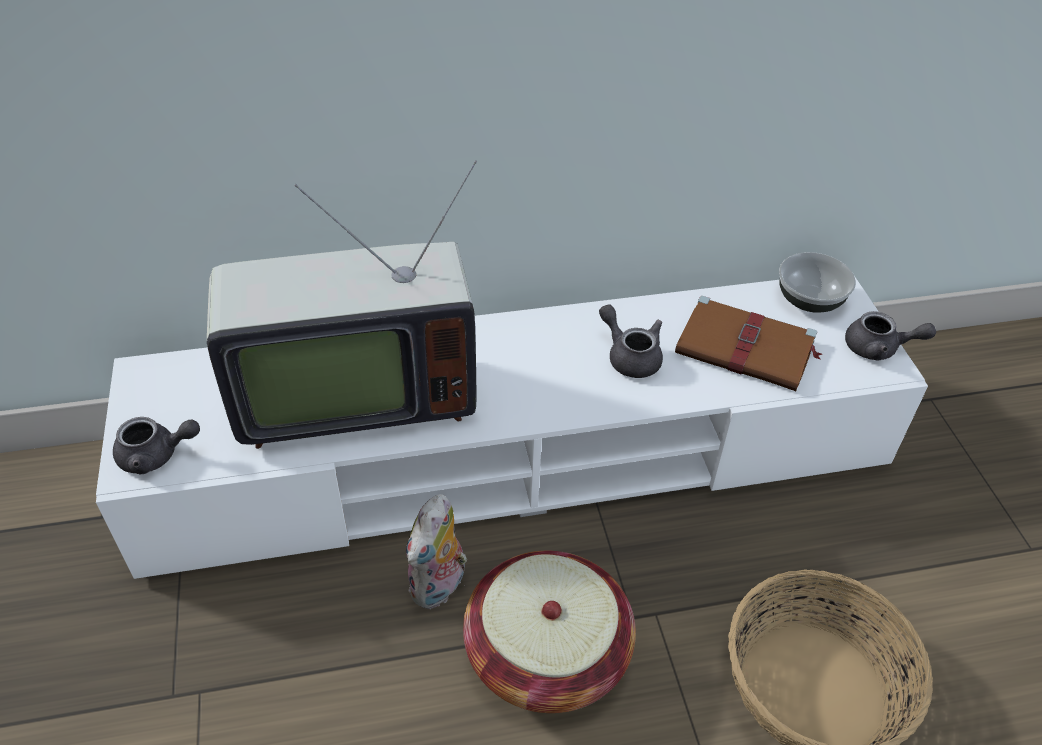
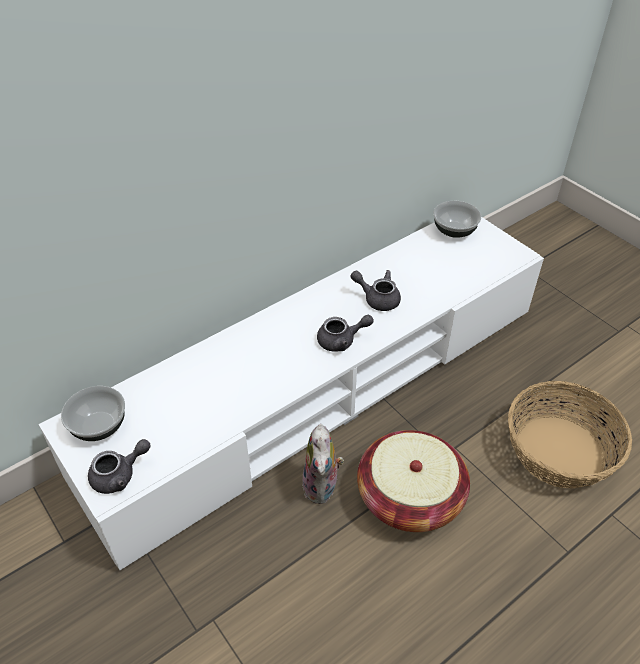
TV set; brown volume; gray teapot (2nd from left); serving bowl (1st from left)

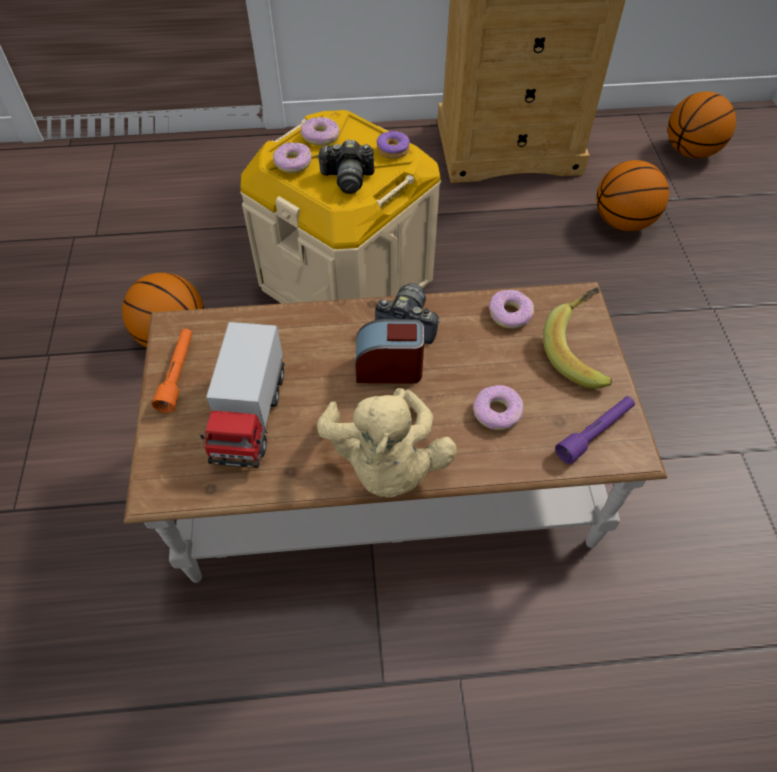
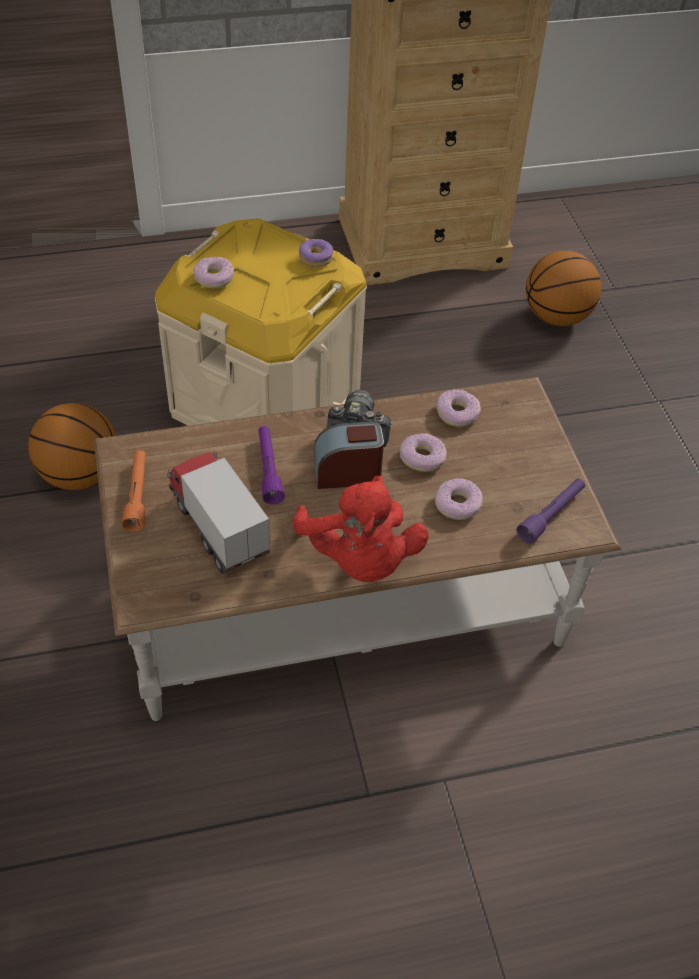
basketball ball (3rd from left in the first image); doughnut (3rd from left); still camera (1st from left in the first image); whole banana; model truck; reddish soft toy; purple-coloured torch (1st from left)

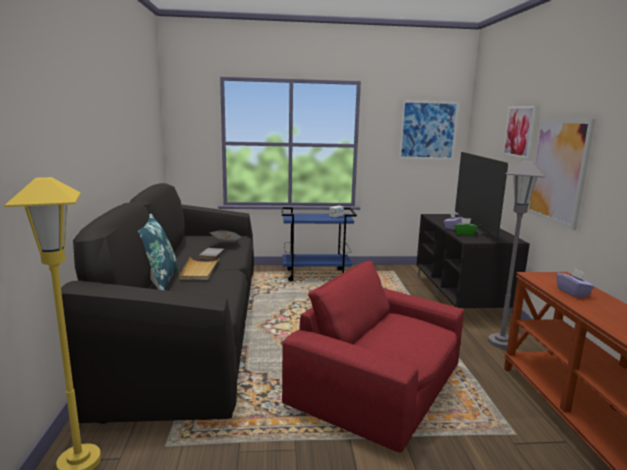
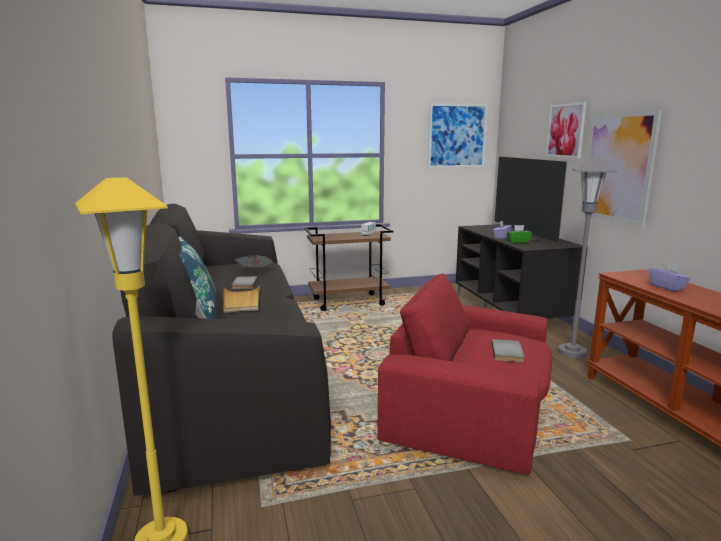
brown cart; gray volume (2nd from left)

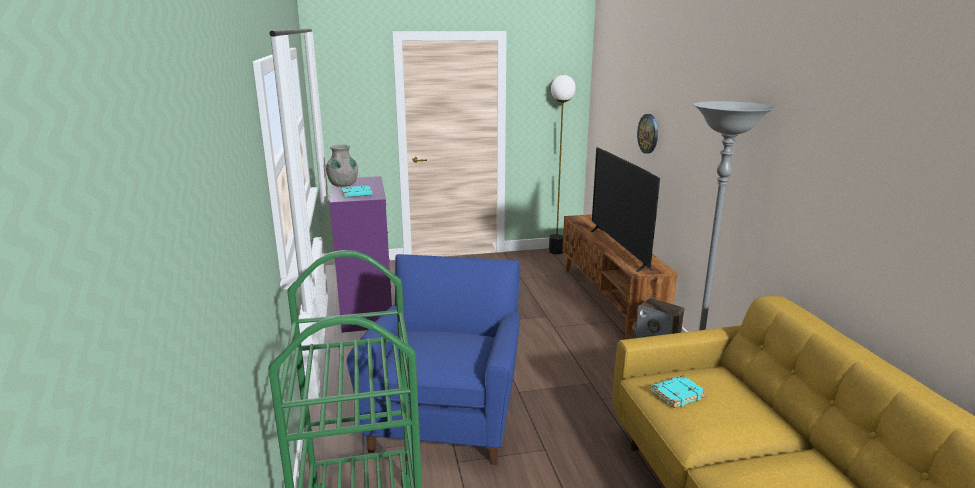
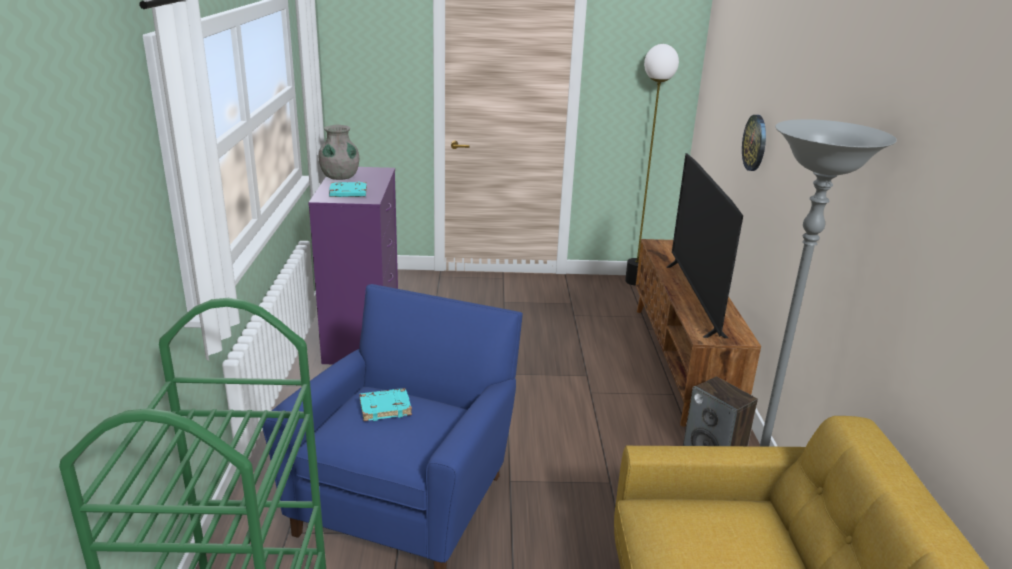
turquoise volume (2nd from left)

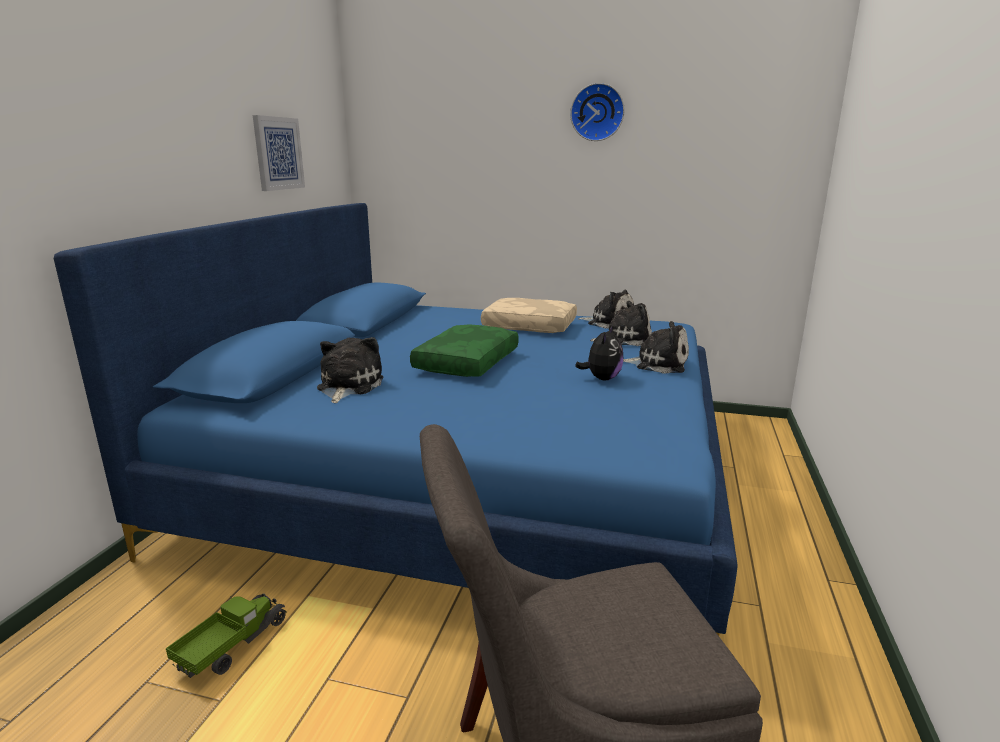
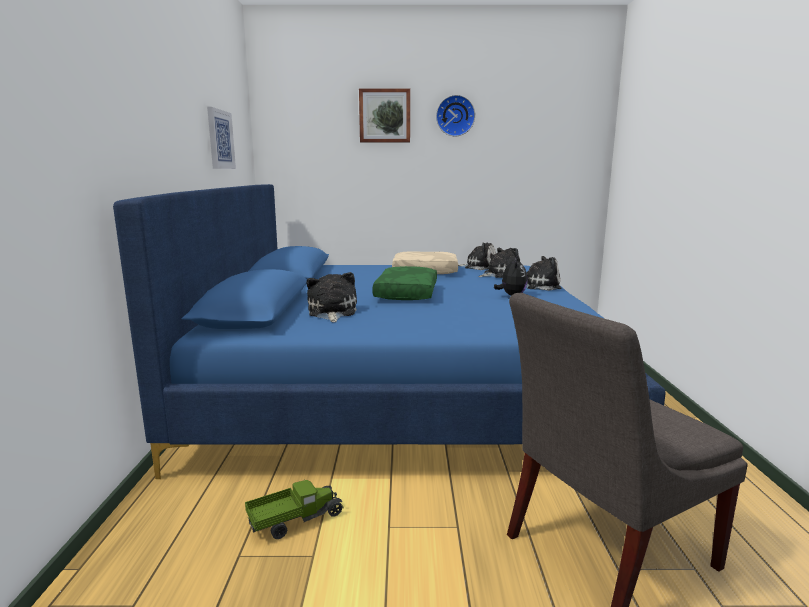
model truck; picture (2nd from left)

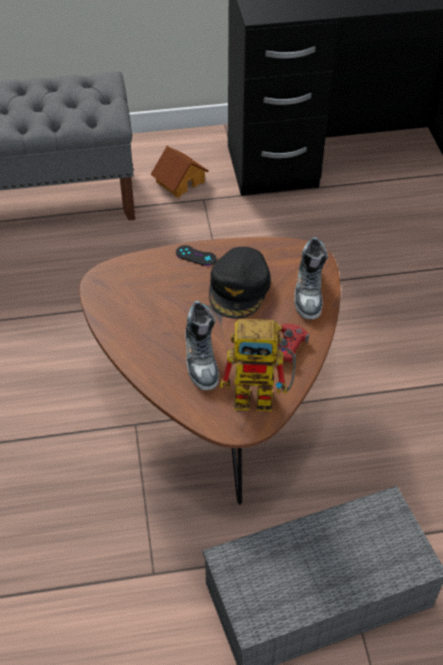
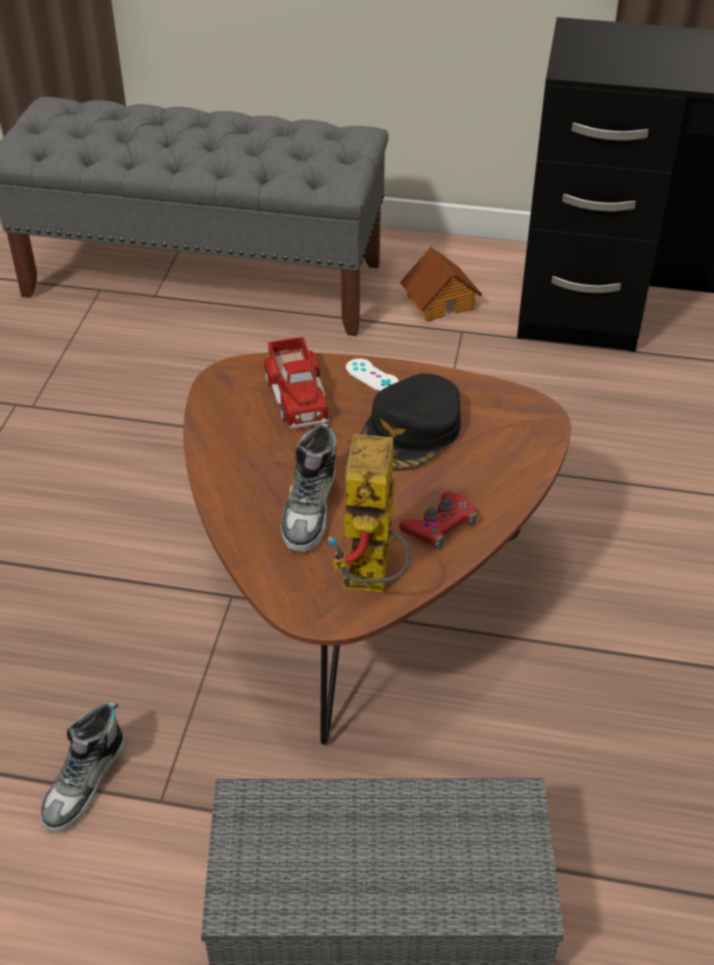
shoe (1st from left); white gamepad; toy robot; model truck

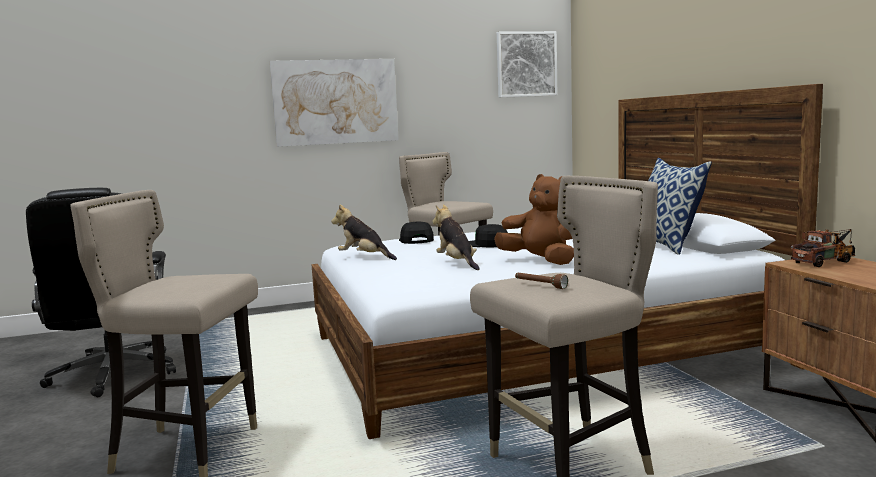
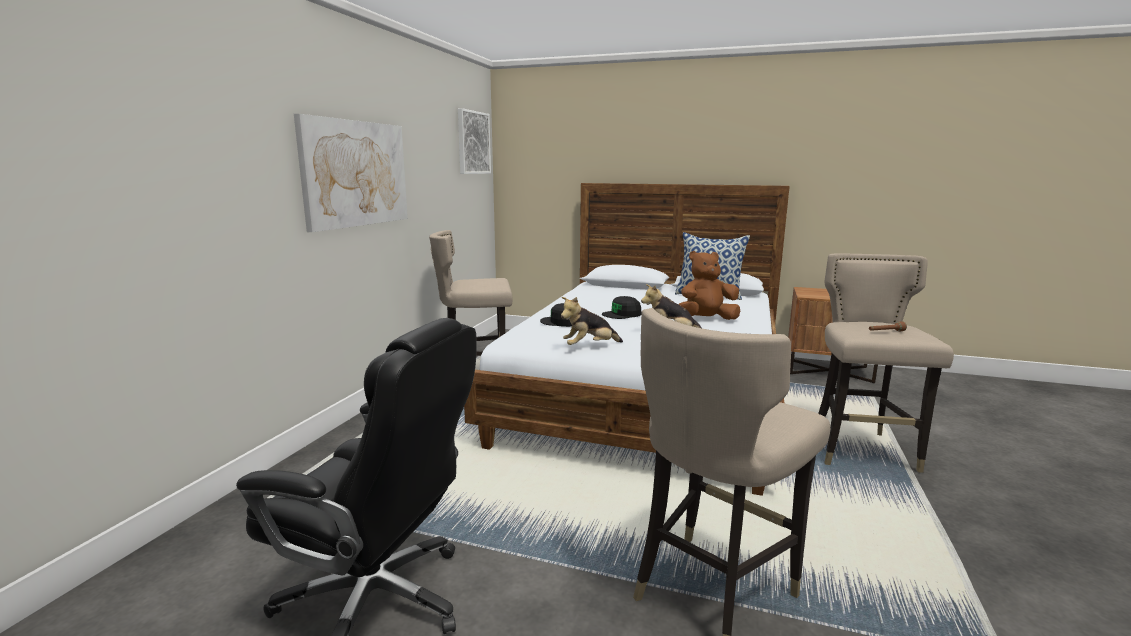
model truck

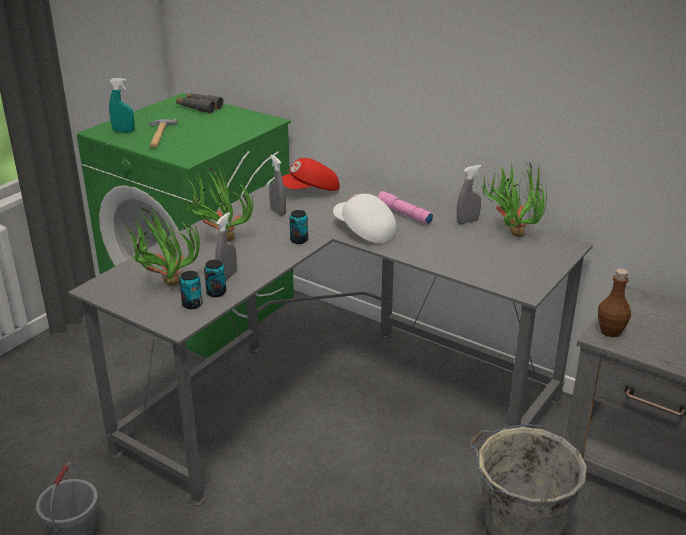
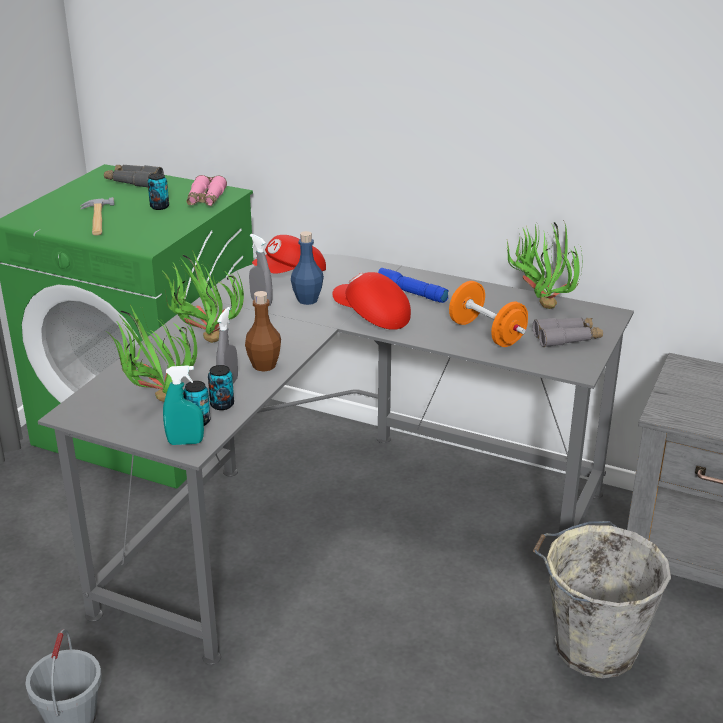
turquoise spray bottle; gray spray bottle (3rd from left in the first image); bluish torch; reddish peaked cap (2nd from left); sealed can (1st from left); brown beverage bottle; pinkish field glasses; bluish beverage bottle; orange free weight; gray field glasses (2nd from left)

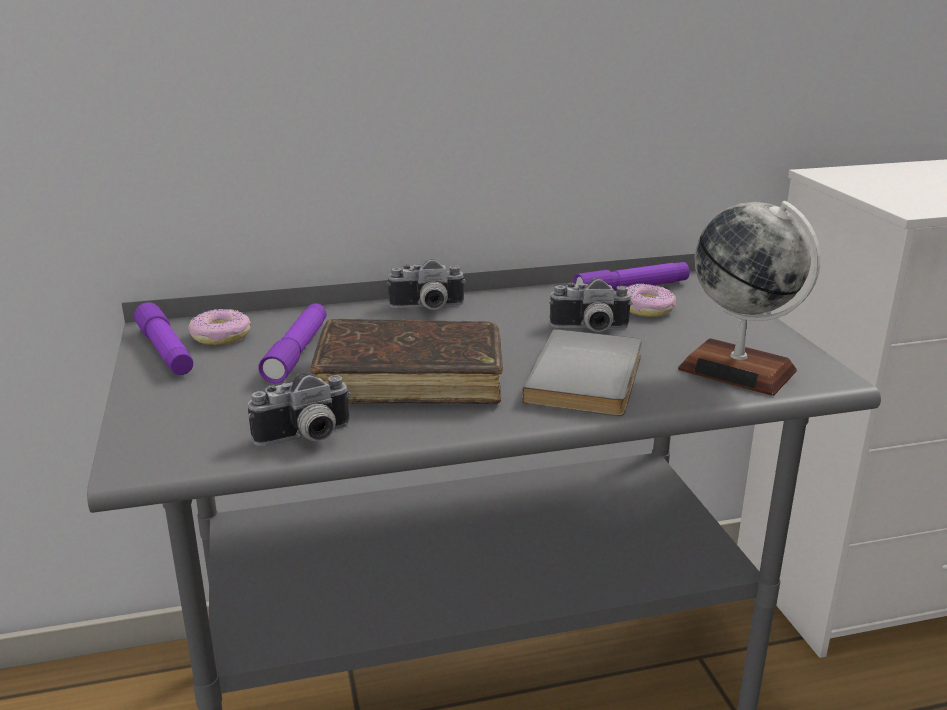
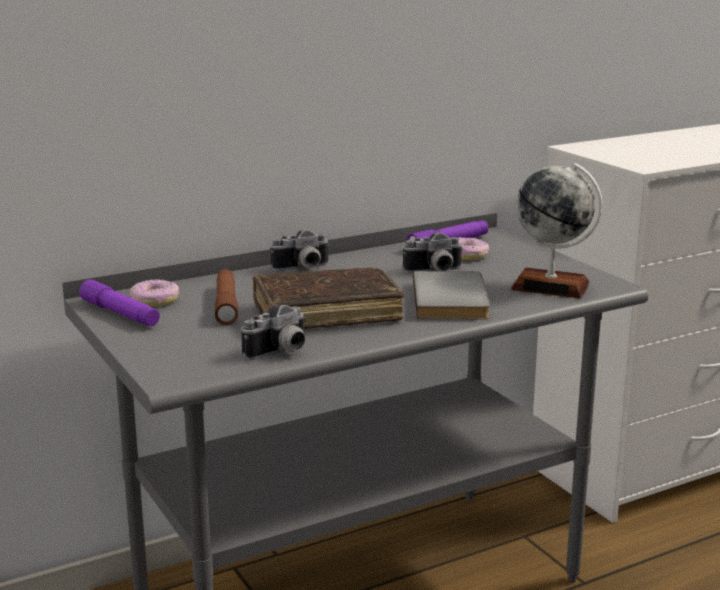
brown torch

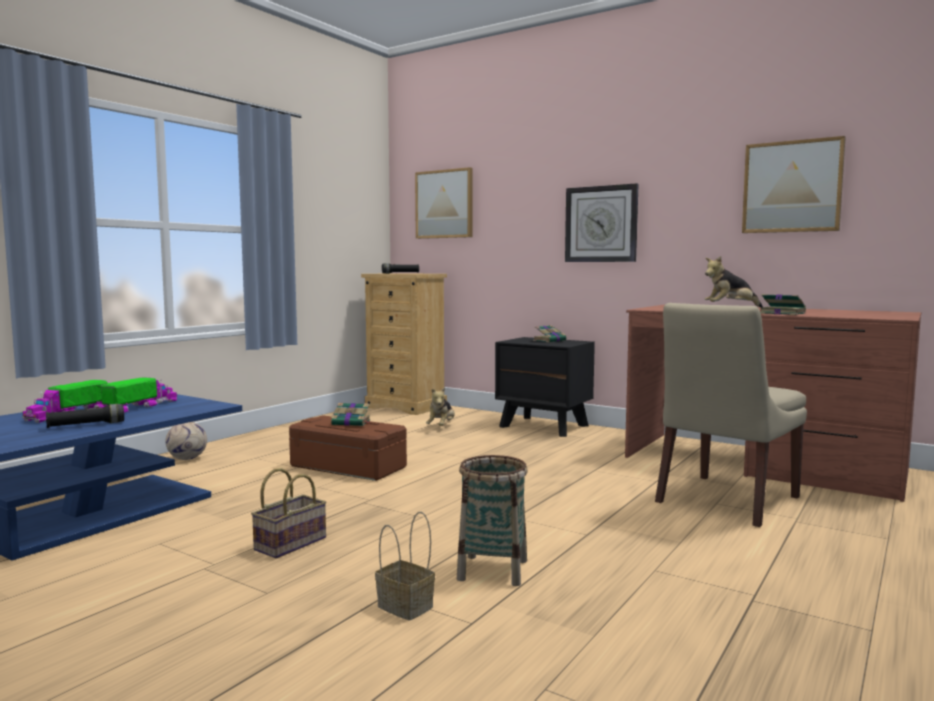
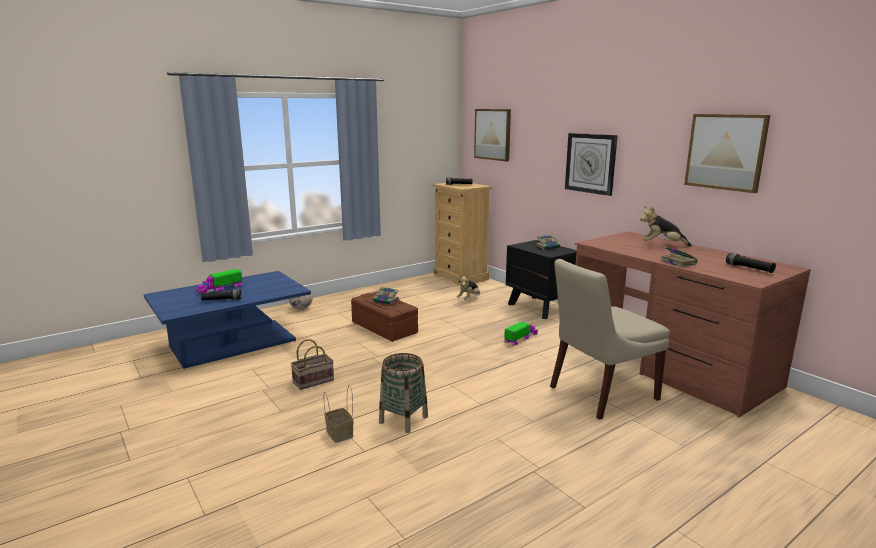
model truck (2nd from left); black torch (3rd from left)

